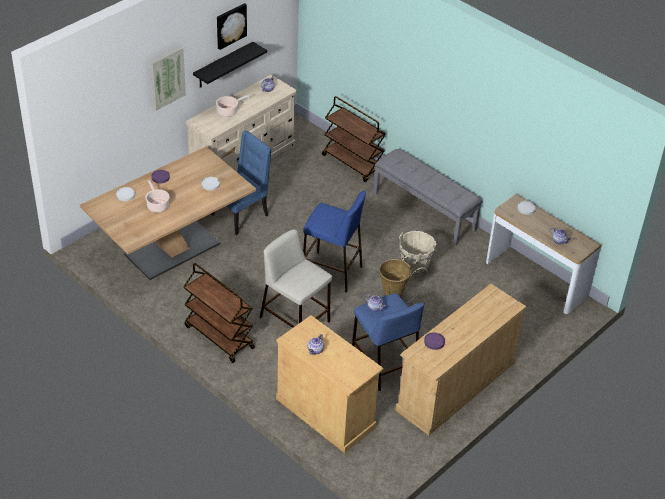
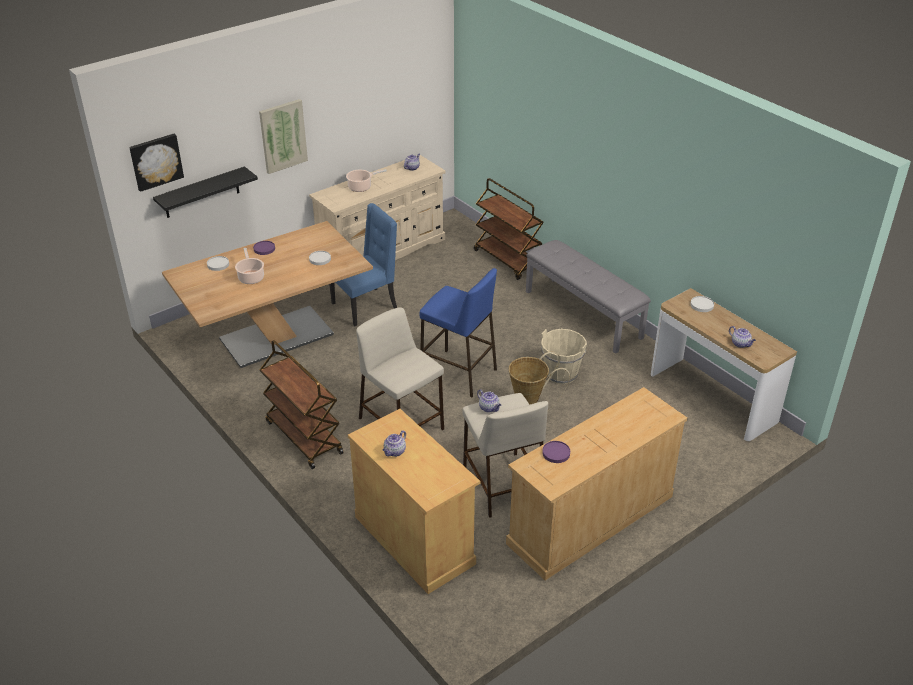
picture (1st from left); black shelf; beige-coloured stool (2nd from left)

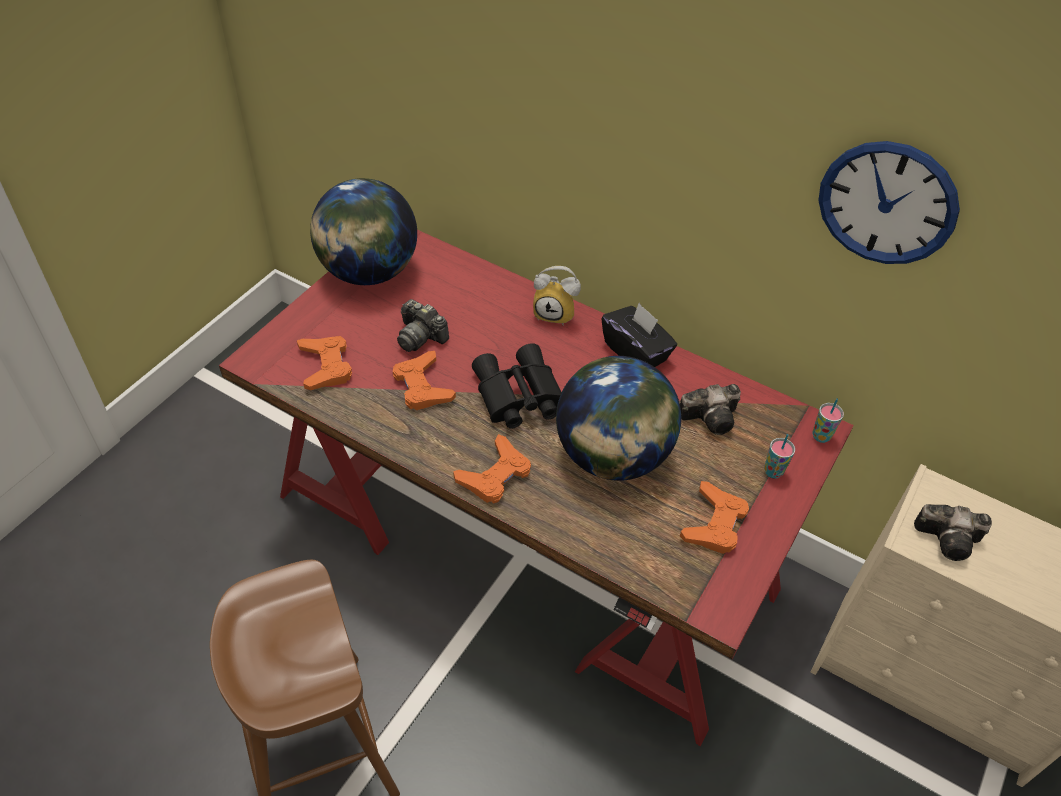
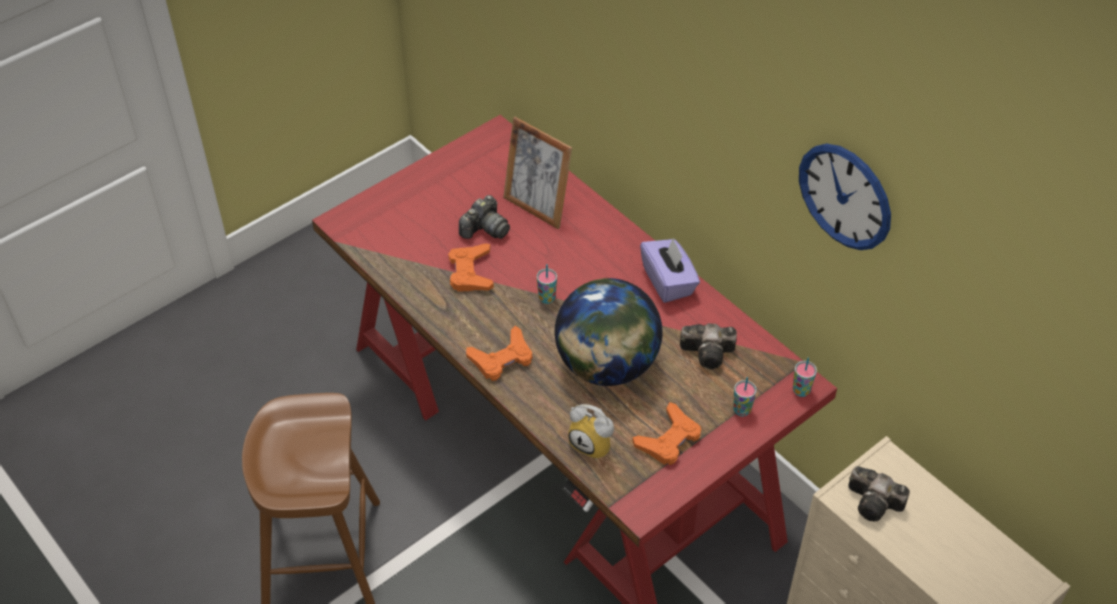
desk globe (1st from left in the first image); table clock; still camera (1st from left); purple-coloured box of tissues; orange gamepad (1st from left in the first image); cup (1st from left); standing frame

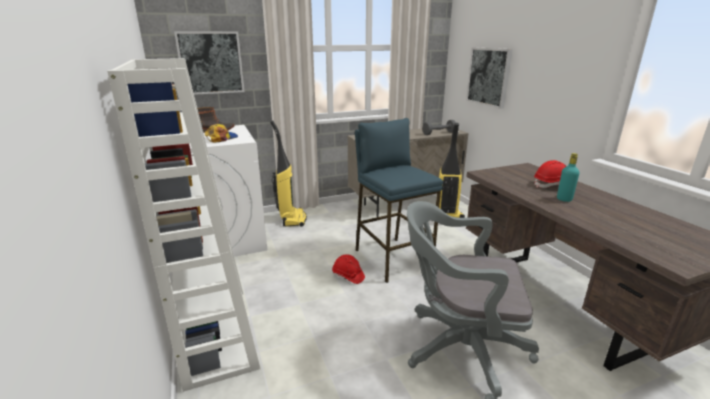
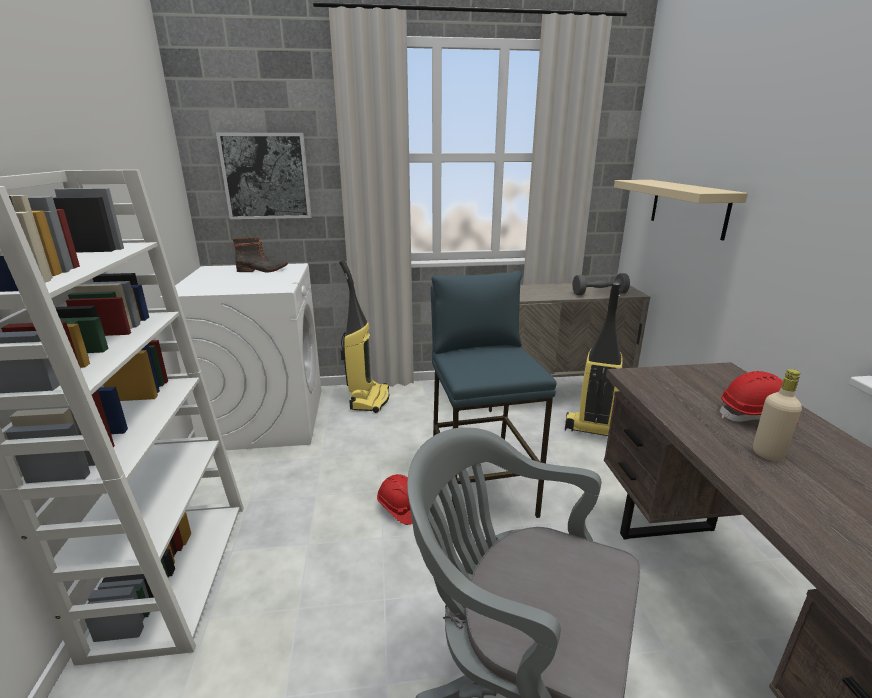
beige-coloured shelf; peaked cap; beige-coloured beverage bottle

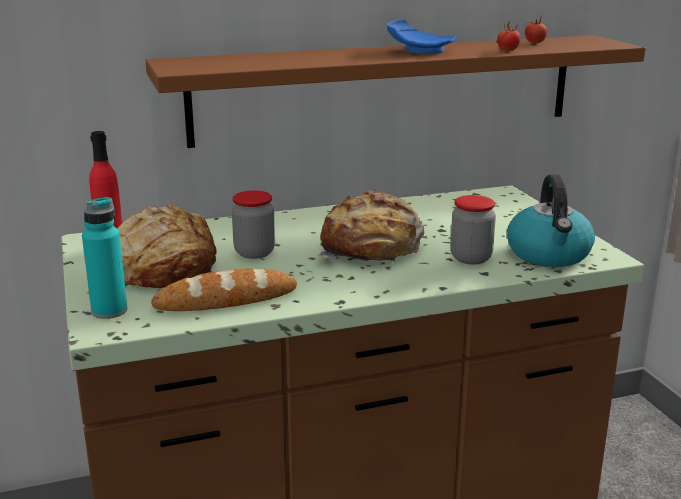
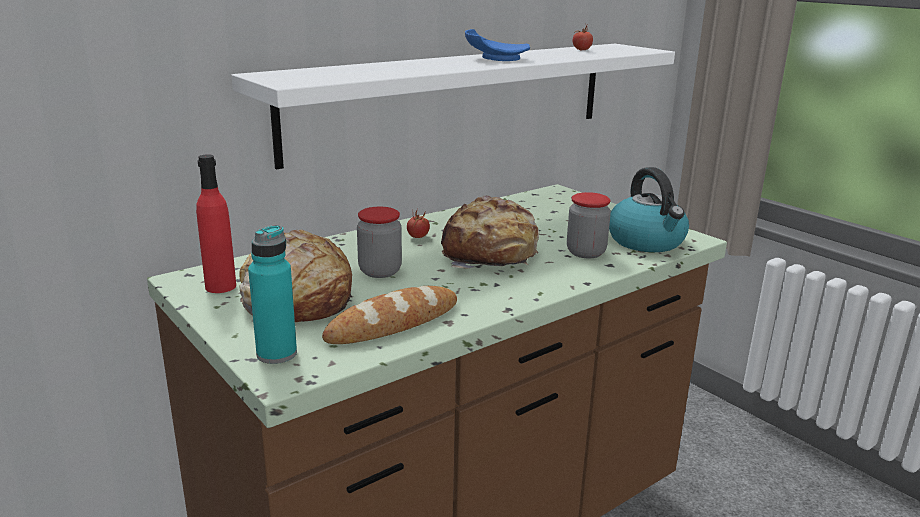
whole tomato (1st from left); white shelf

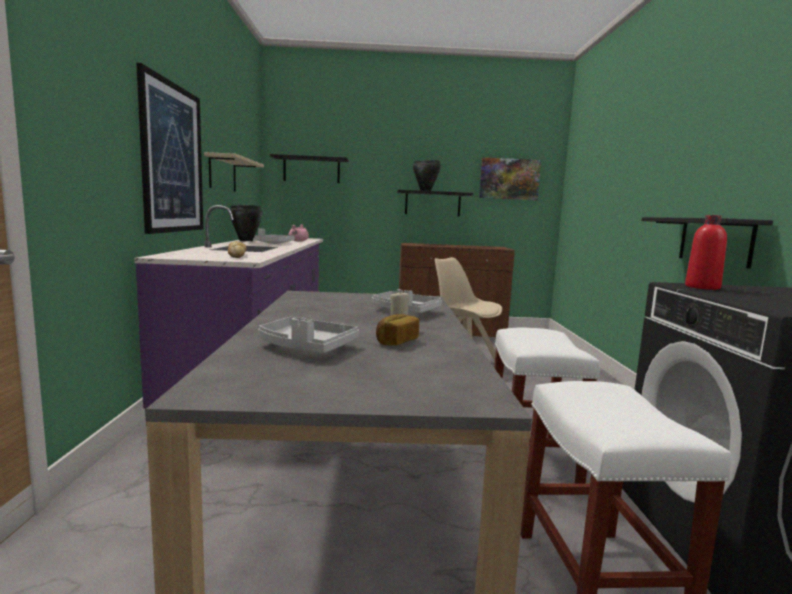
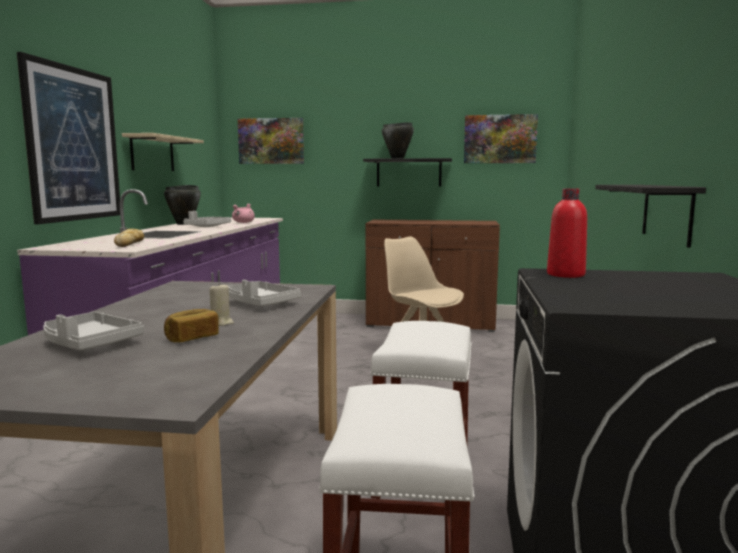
picture (2nd from left)

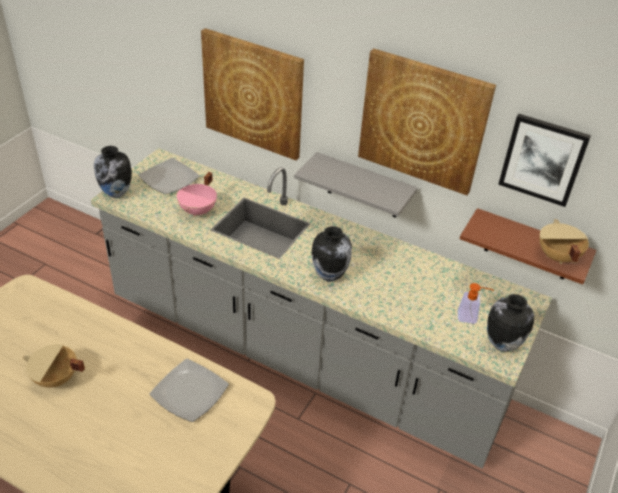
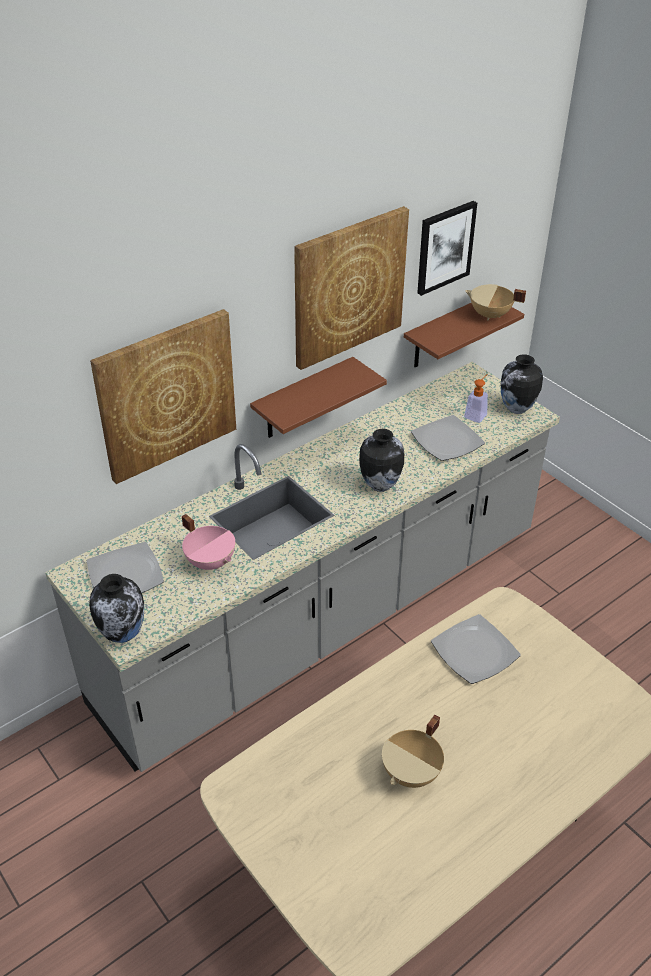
brown shelf (1st from left); flat dish (2nd from left)

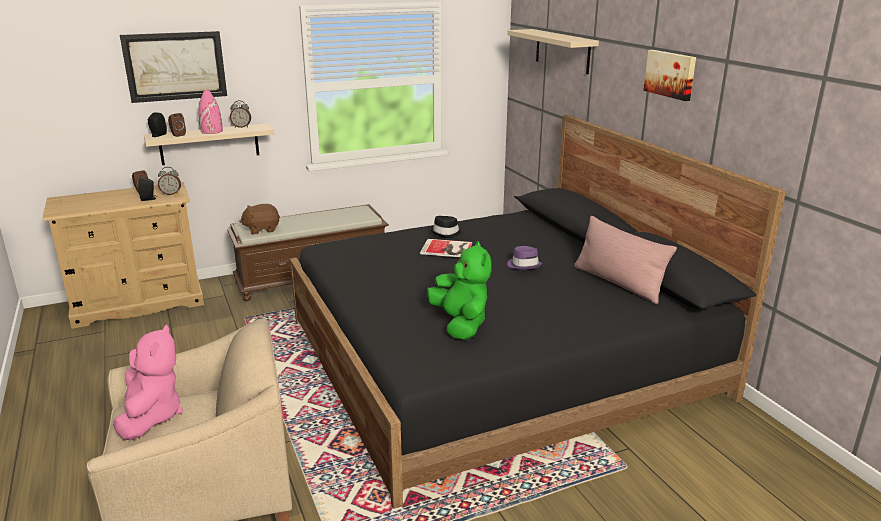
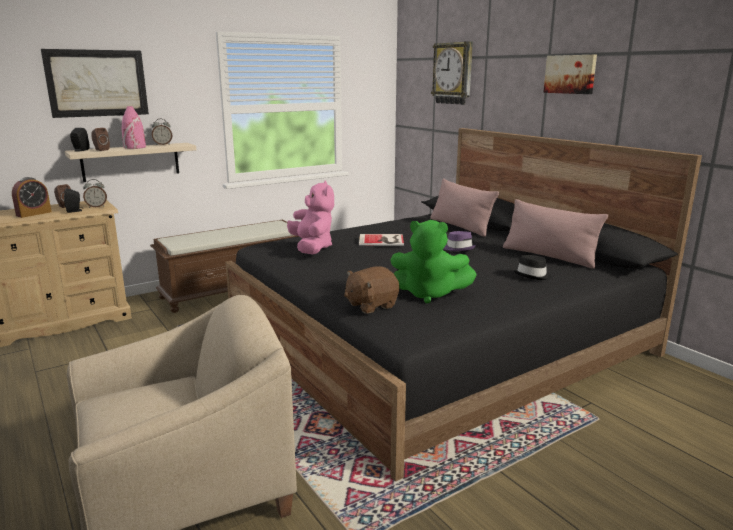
wall clock; brown soft toy; black clothing hat; greenish soft toy; pinkish soft toy; table clock (1st from left); pinkish throw pillow (1st from left)

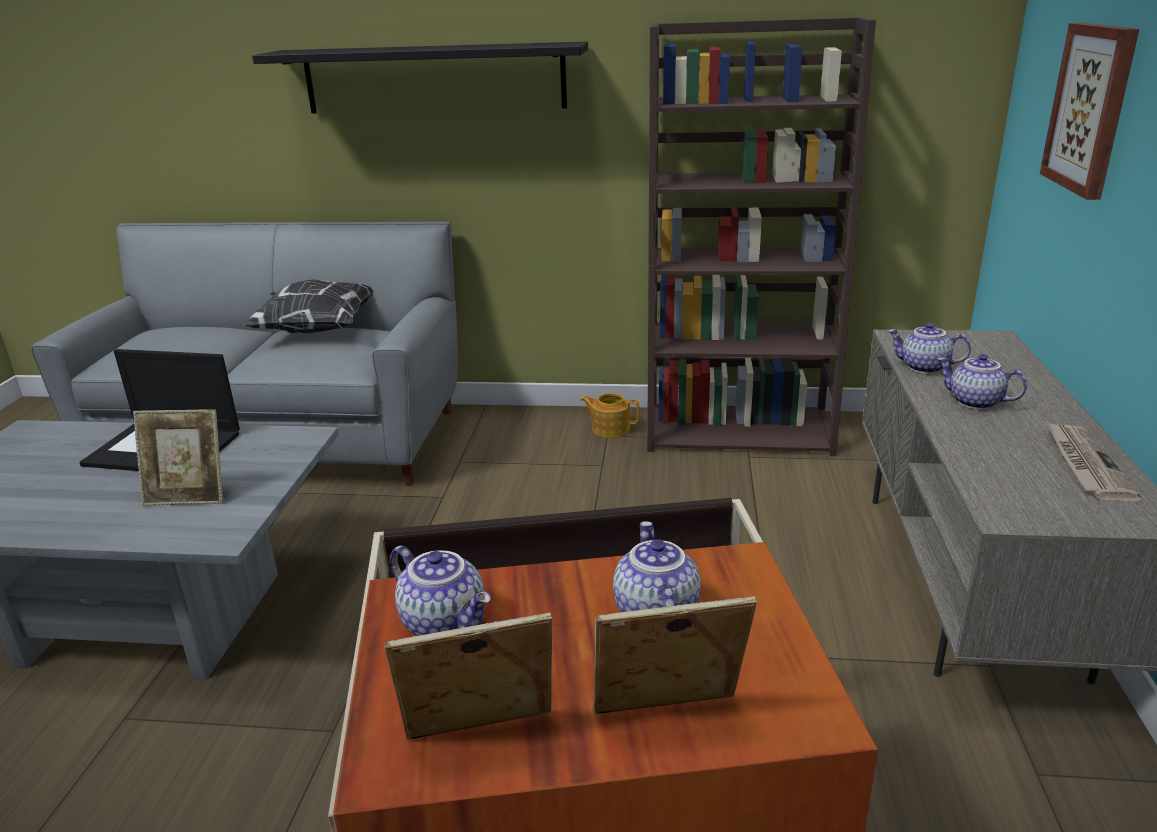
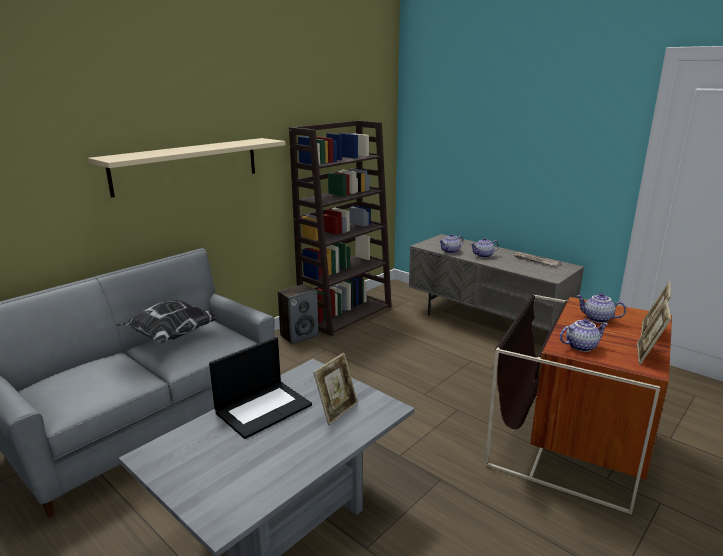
picture; beige-coloured shelf; speaker

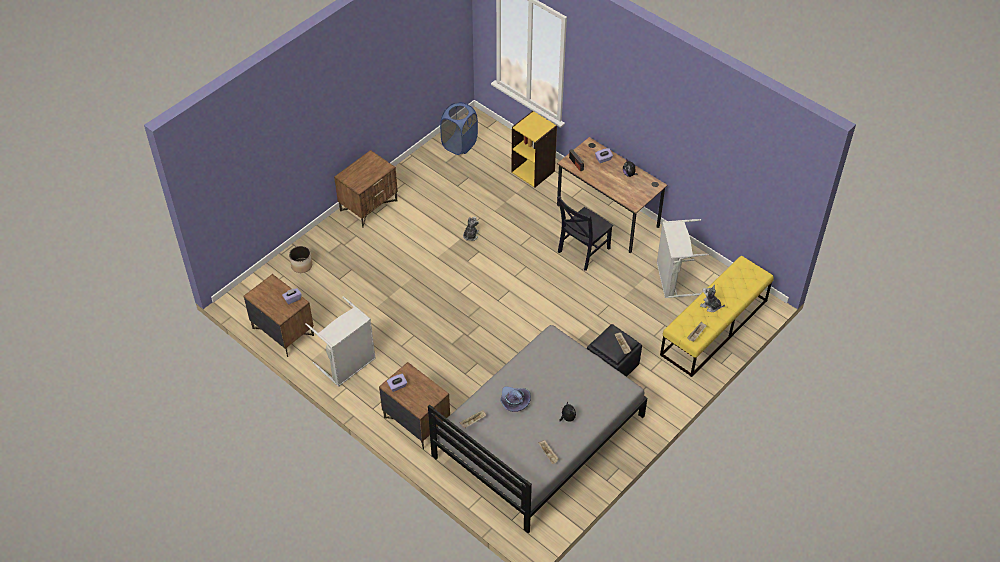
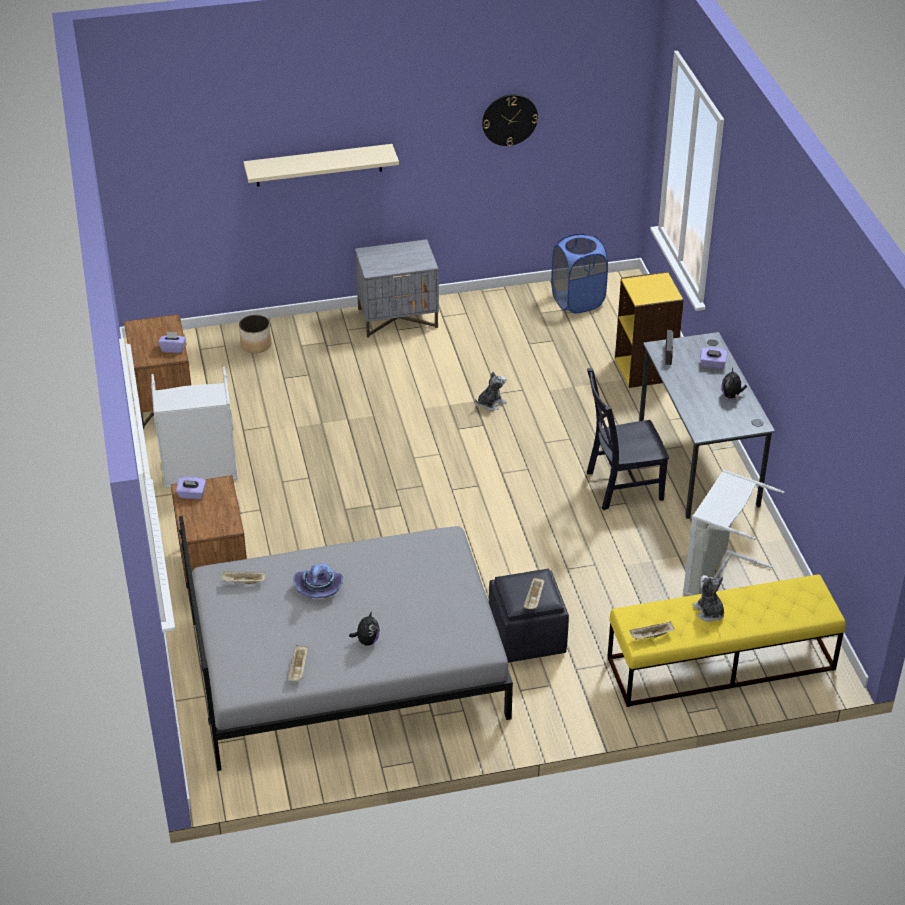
gray desk unit; gray bedside table; wall clock; beige-coloured shelf

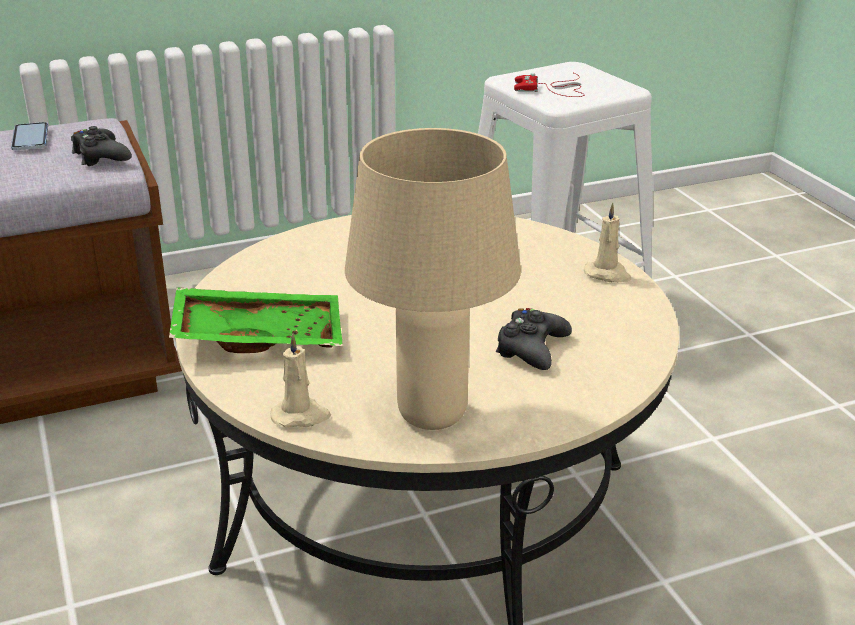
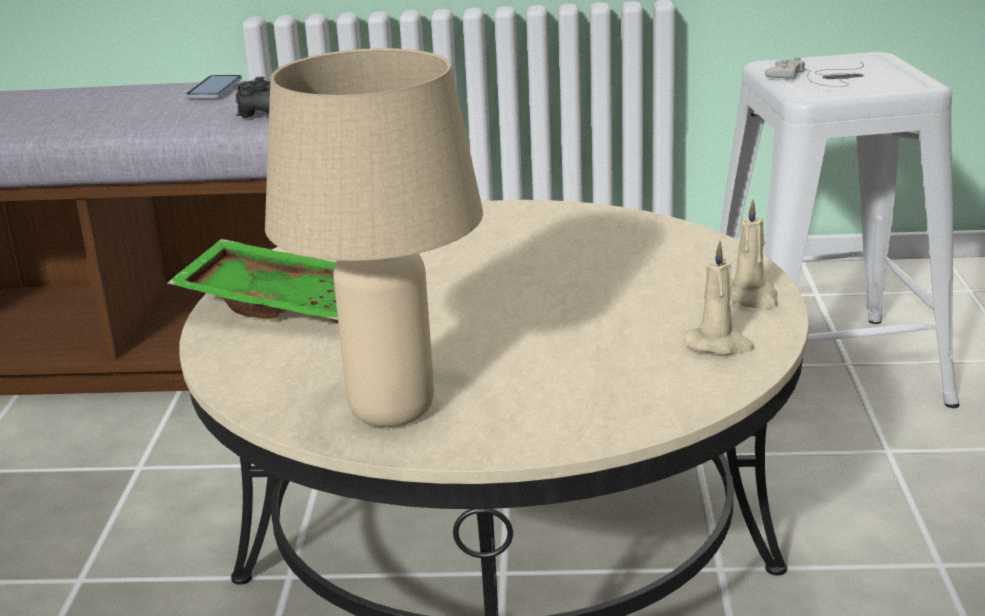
white gamepad; black gamepad (2nd from left in the first image); beige-coloured candle (1st from left)

